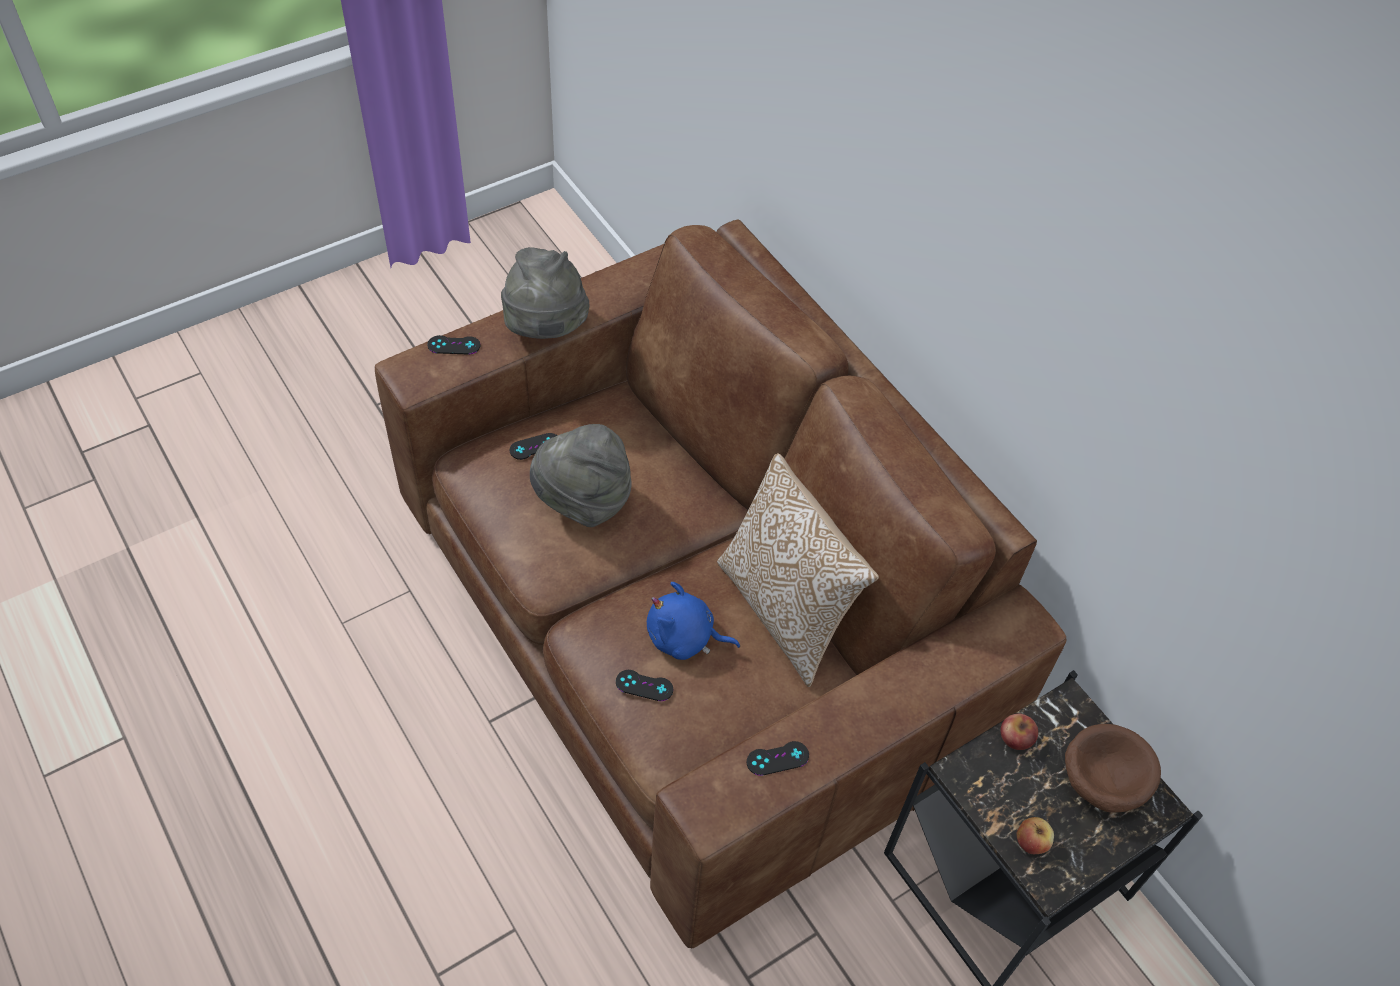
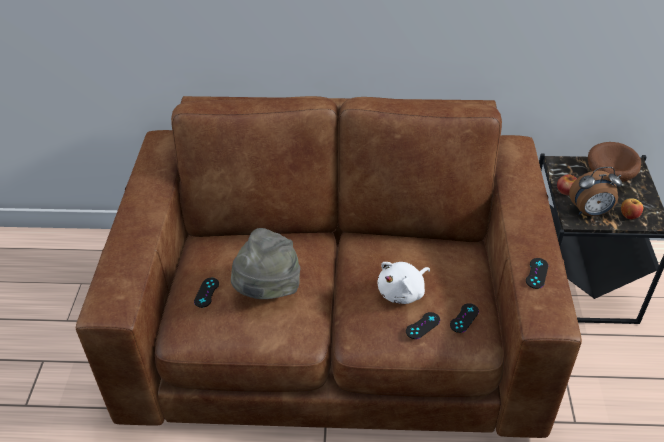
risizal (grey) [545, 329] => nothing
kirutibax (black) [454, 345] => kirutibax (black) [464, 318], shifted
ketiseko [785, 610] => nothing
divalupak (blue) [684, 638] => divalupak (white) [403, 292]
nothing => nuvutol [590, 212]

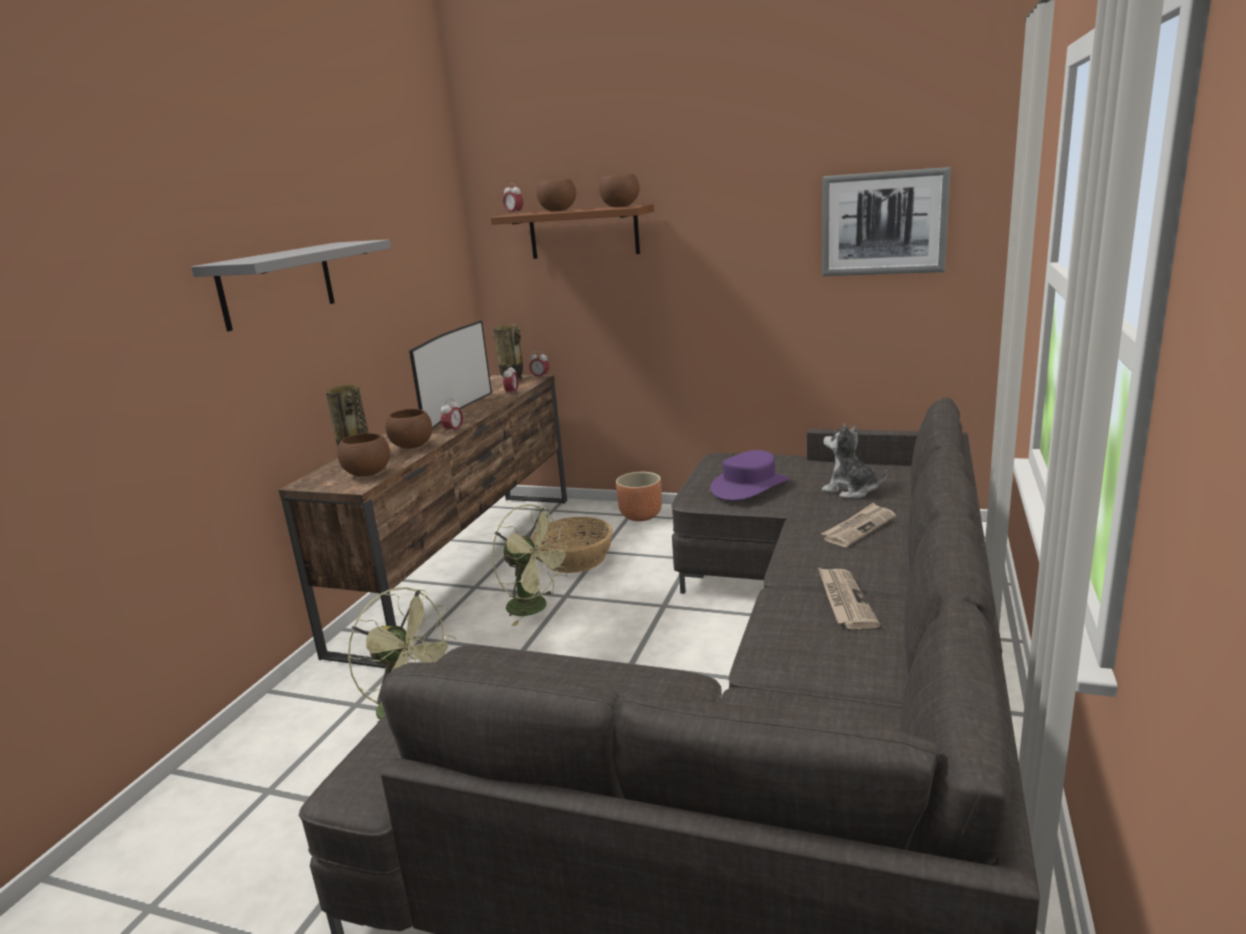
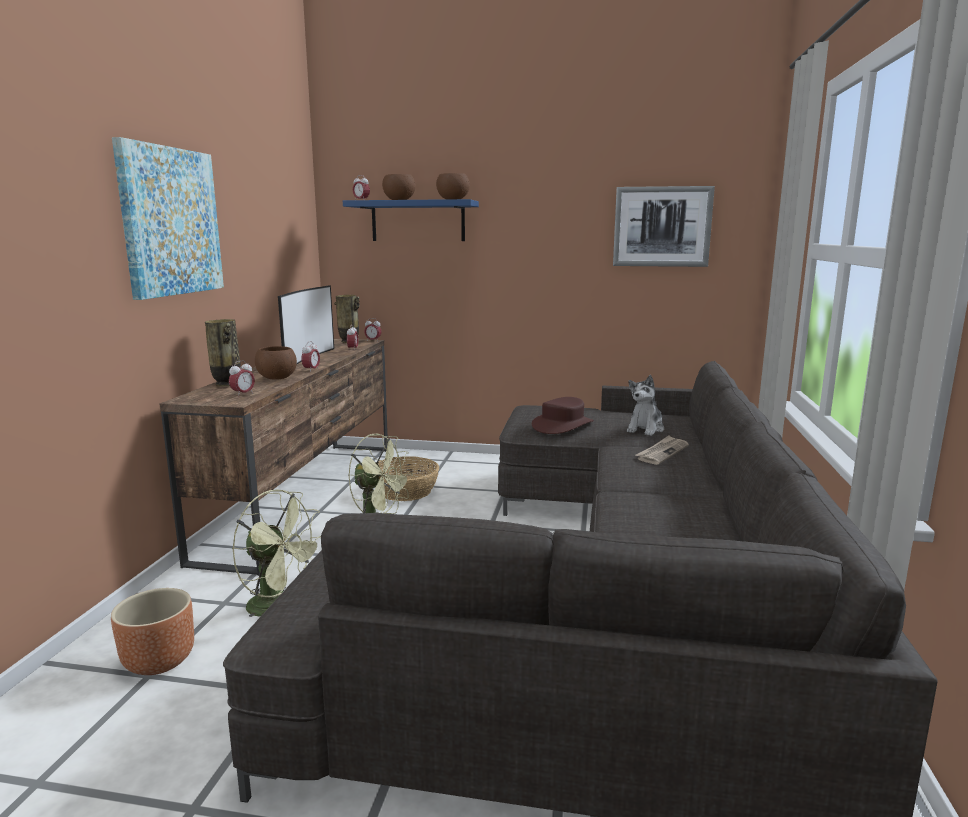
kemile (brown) [583, 232] => kemile (blue) [418, 221]
kemile (grey) [277, 285] => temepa [170, 222]
divalupak [851, 490] => divalupak [645, 429], 90 degrees counterclockwise
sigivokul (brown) [368, 473] => nuvutol [243, 394]
risizal (purple) [749, 486] => risizal (brown) [562, 425]
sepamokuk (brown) [640, 516] => sepamokuk (brown) [159, 661], shifted
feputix [844, 600] => nothing

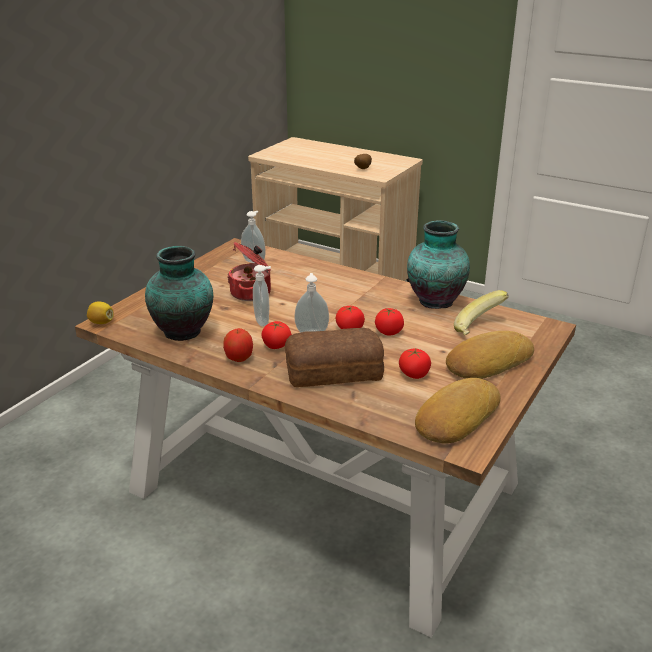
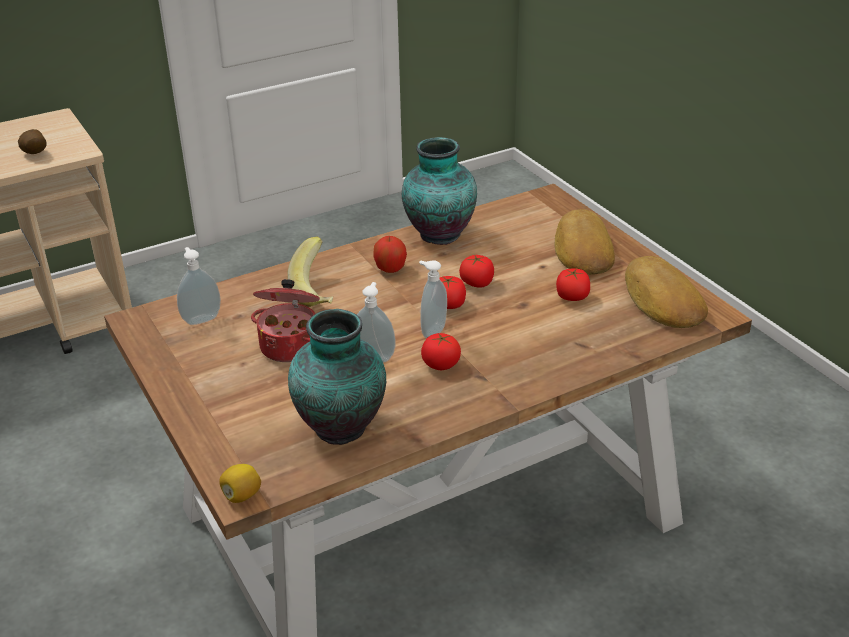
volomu [479, 329] => volomu [318, 291], shifted
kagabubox [239, 358] => kagabubox [390, 269], shifted
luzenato [332, 370] => nothing

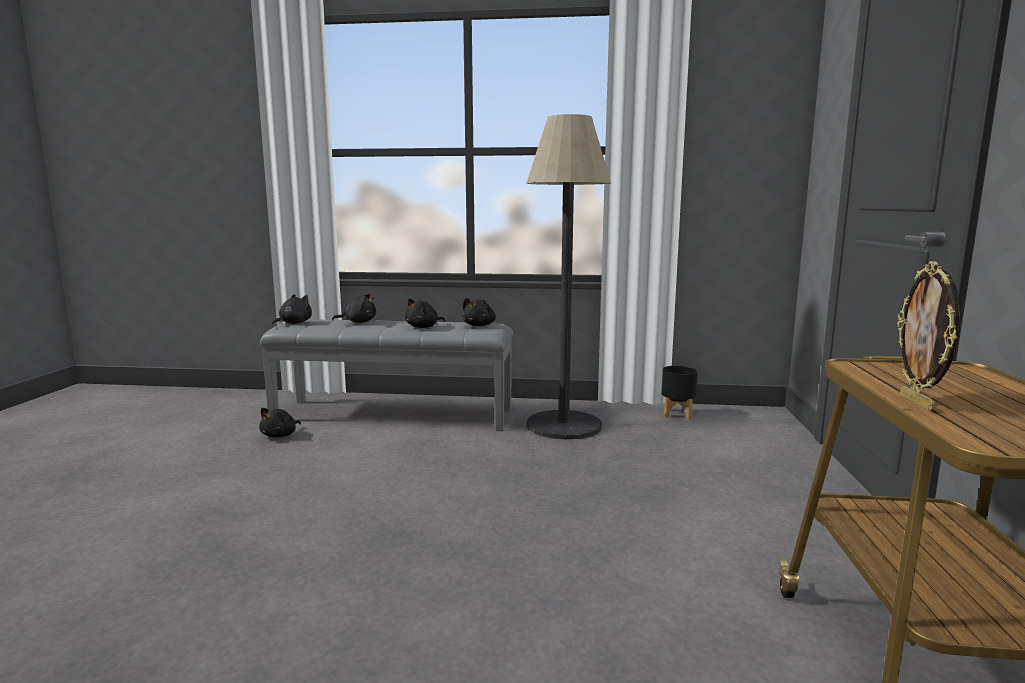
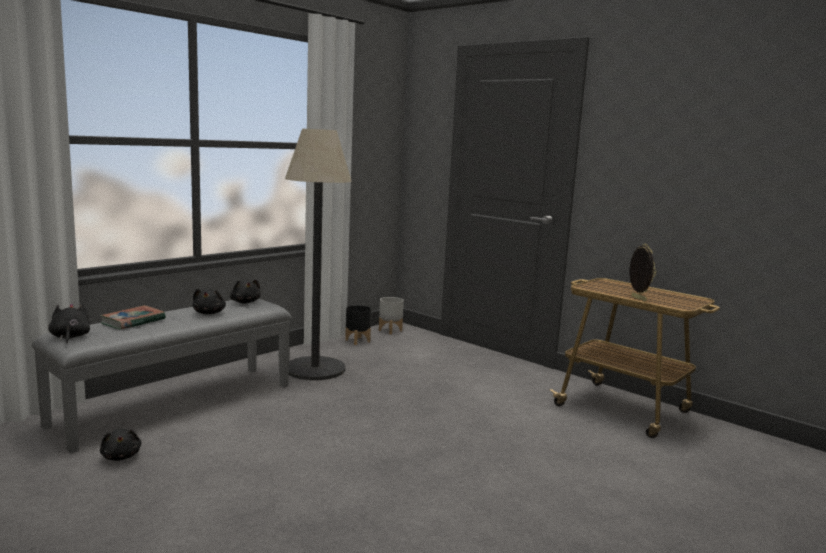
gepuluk [917, 403] => gepuluk [637, 298], 150 degrees counterclockwise
divalupak (black) [358, 322] => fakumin [133, 321]
nothing => sepamokuk (grey) [390, 330]

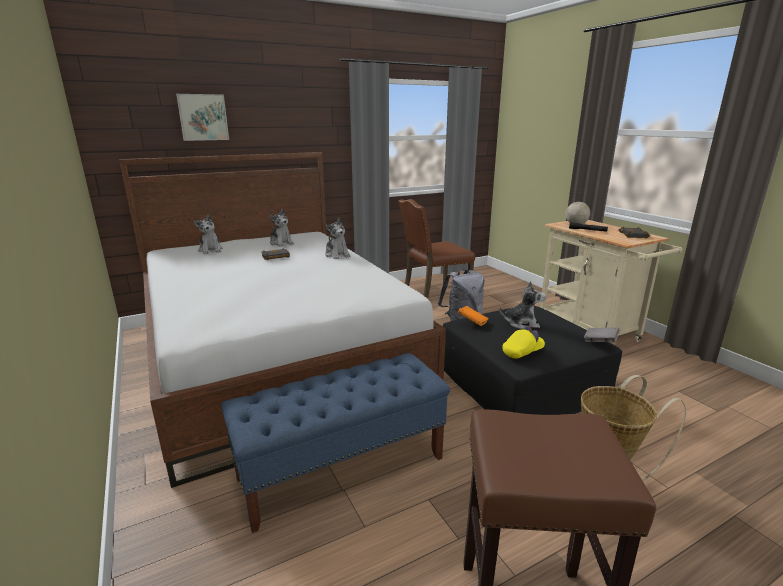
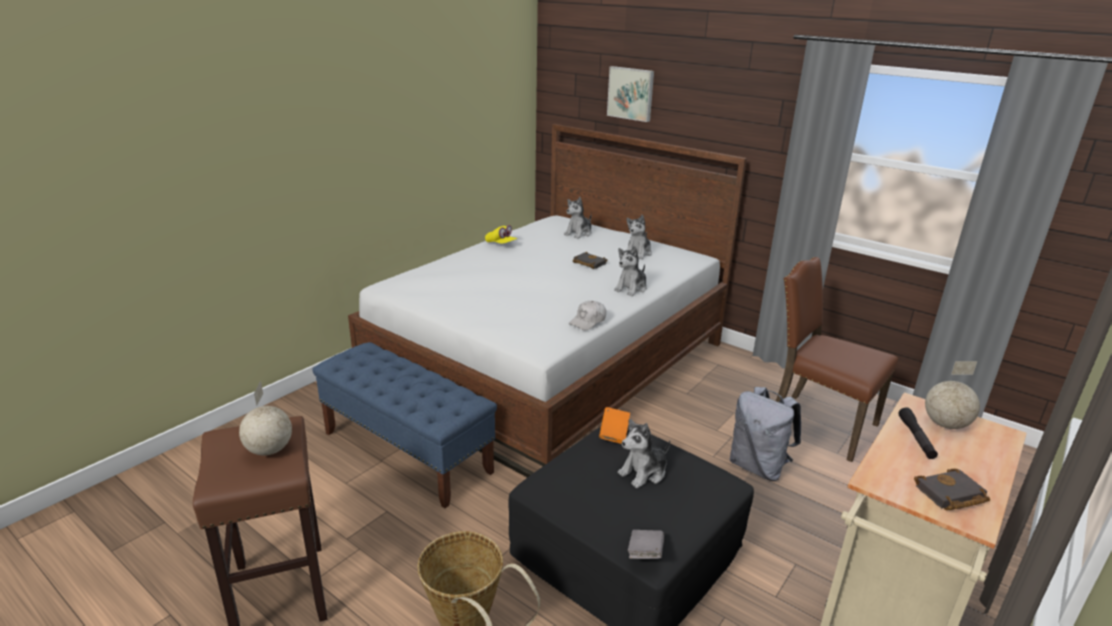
divalupak [521, 323] => divalupak [643, 472], 75 degrees clockwise
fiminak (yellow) [522, 352] => fiminak (yellow) [501, 244], shifted
nothing => fiminak (white) [588, 321]
nothing => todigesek [269, 450]

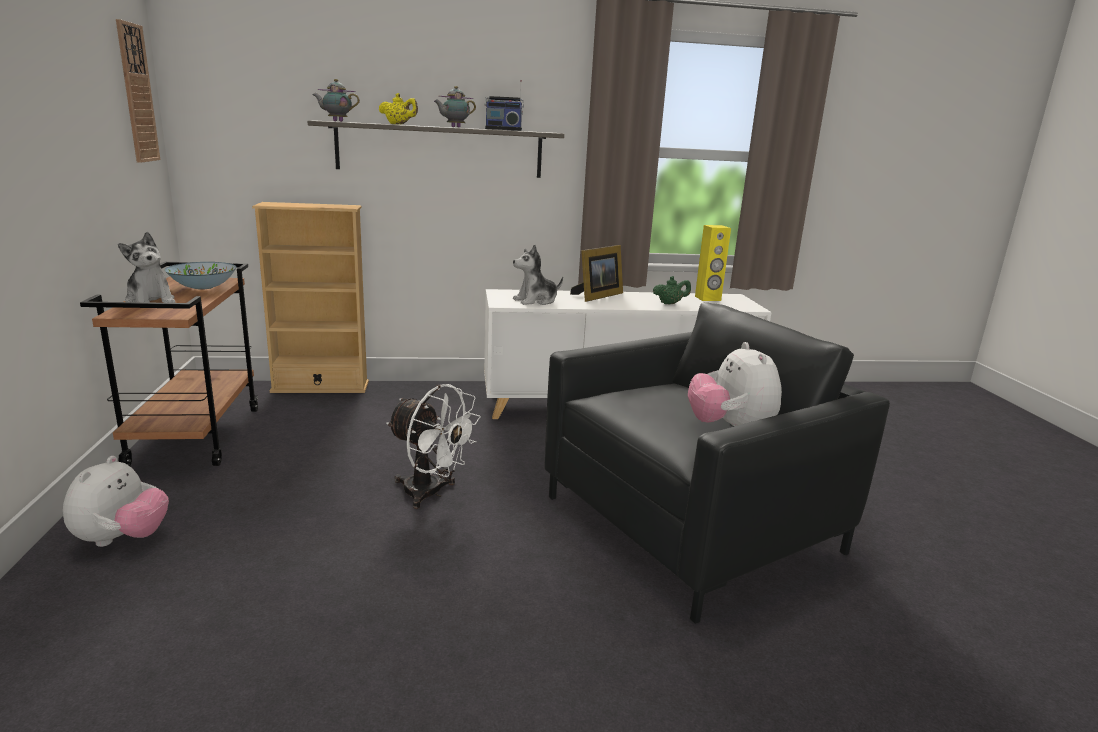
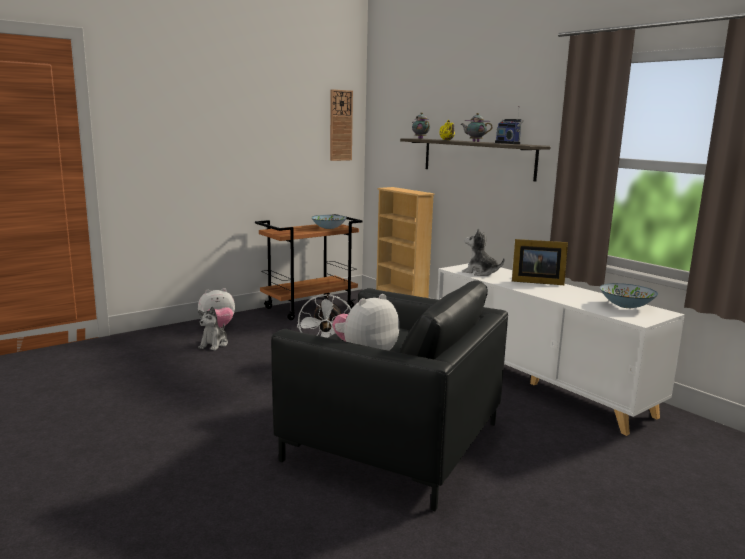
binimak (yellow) [708, 298] => sigivokul [626, 306]
divalupak [151, 301] => divalupak [214, 344], shifted
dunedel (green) [670, 303] => nothing

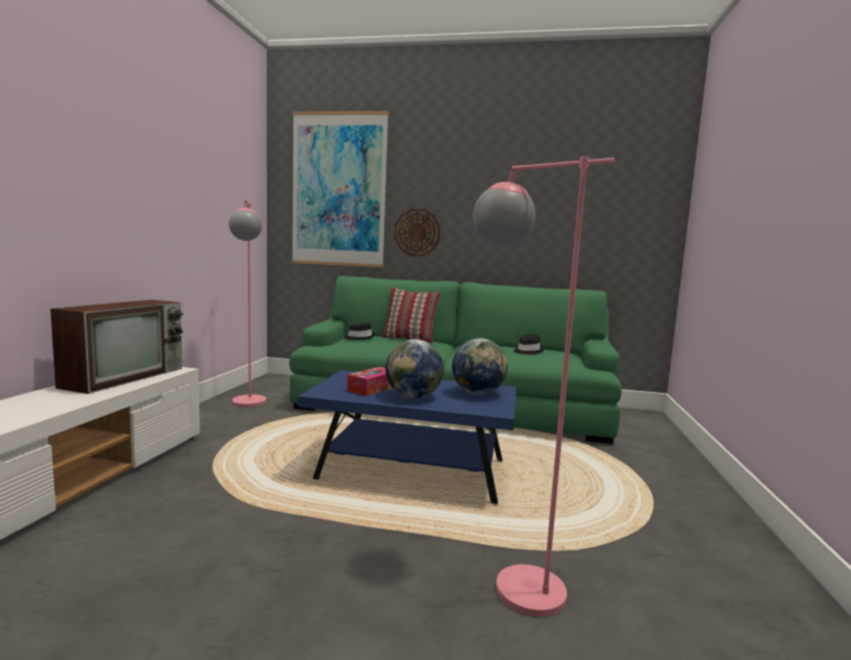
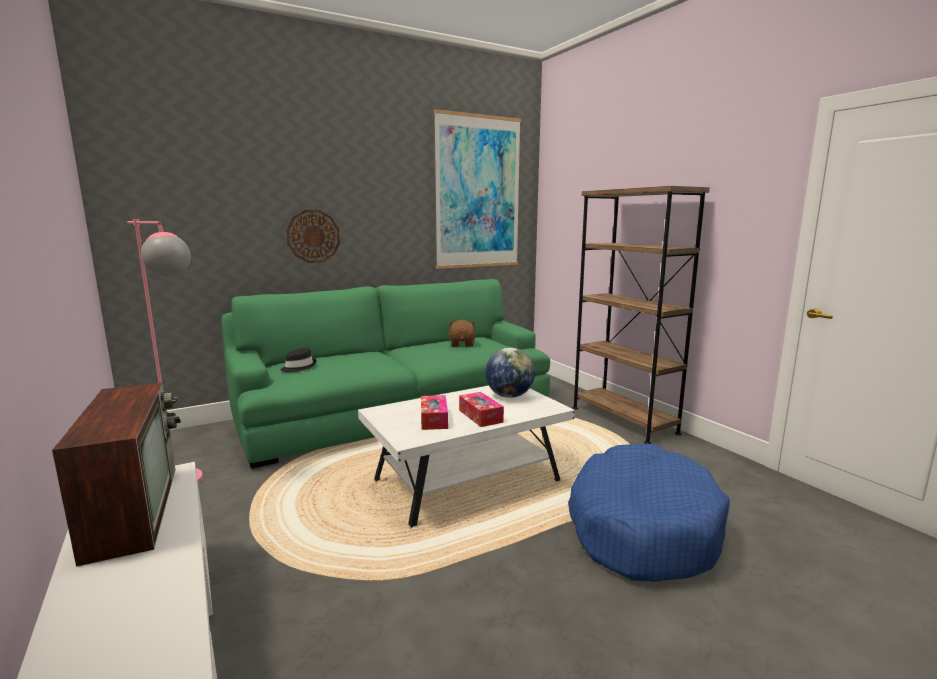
temepa [339, 190] => temepa [478, 193], shifted
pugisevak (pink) [508, 581] => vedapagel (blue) [641, 527]
ketiseko [409, 339] => nothing
risizal (black) [527, 351] => divalupak (brown) [462, 344]
todigesek [413, 397] => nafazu [480, 416]
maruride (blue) [412, 471] => maruride (white) [466, 482]
nothing => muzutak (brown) [623, 420]

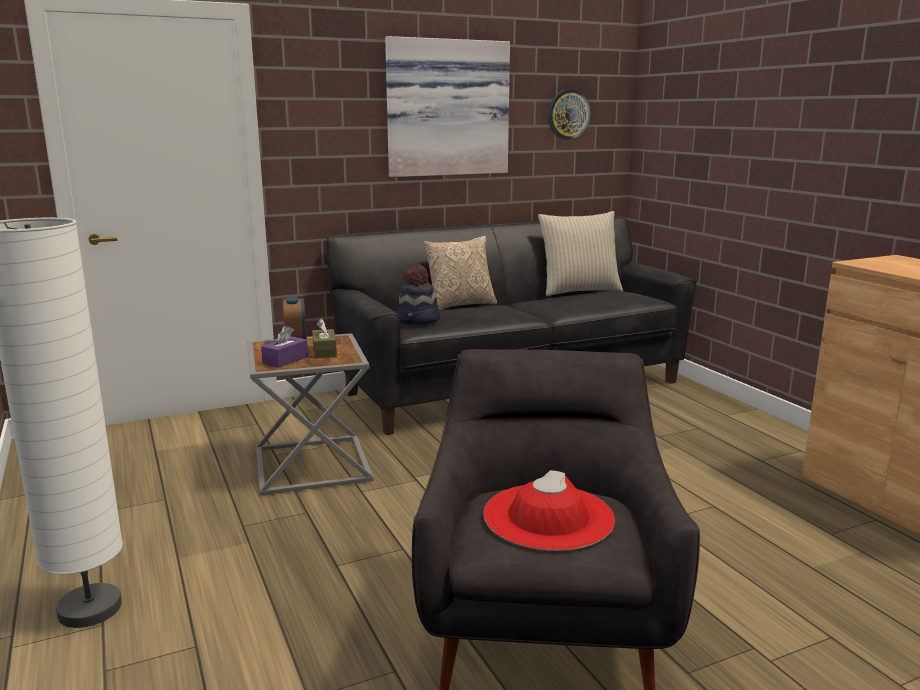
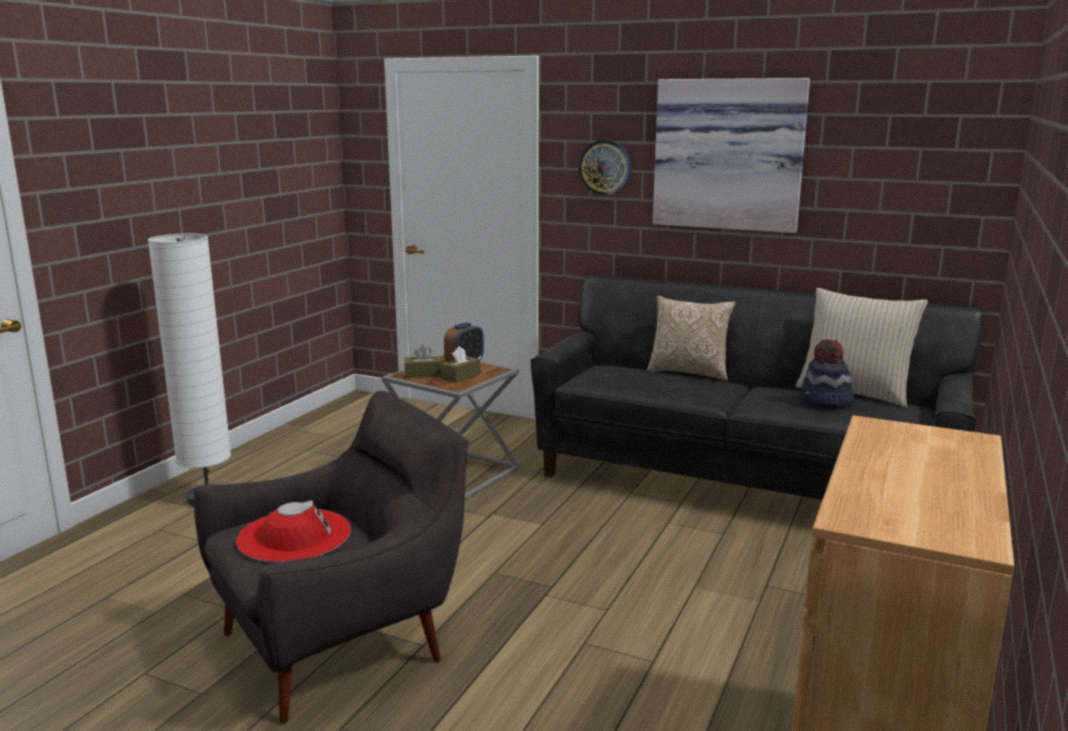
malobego [568, 114] => malobego [605, 167], shifted
risizal [418, 320] => risizal [825, 402], shifted
nafazu (purple) [285, 360] => nafazu (brown) [423, 374]

